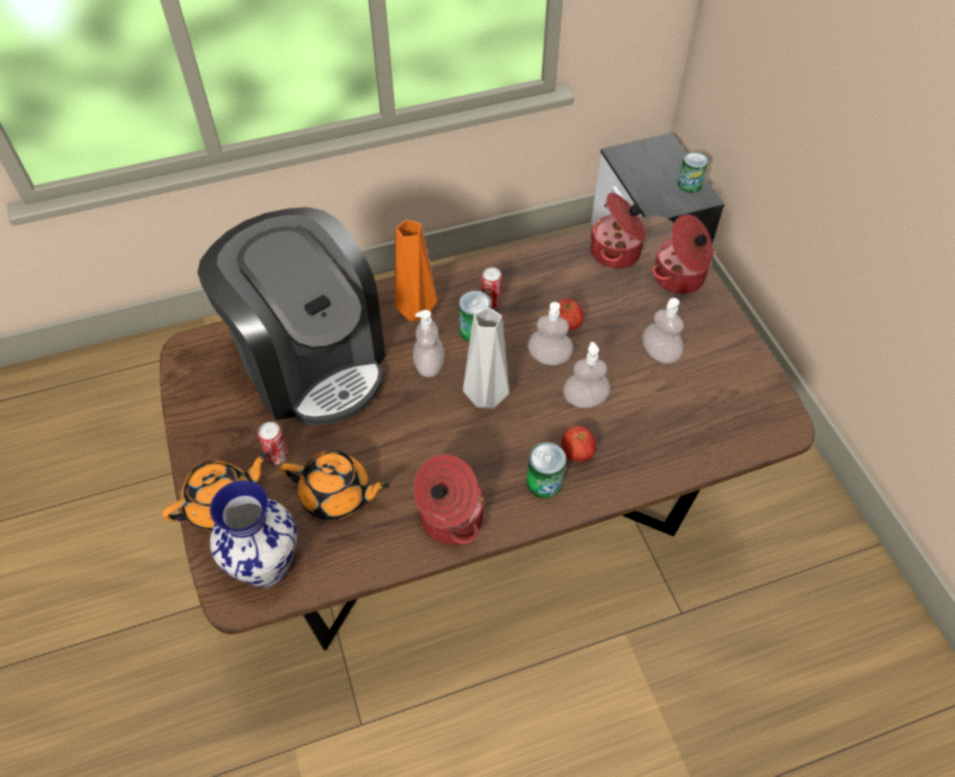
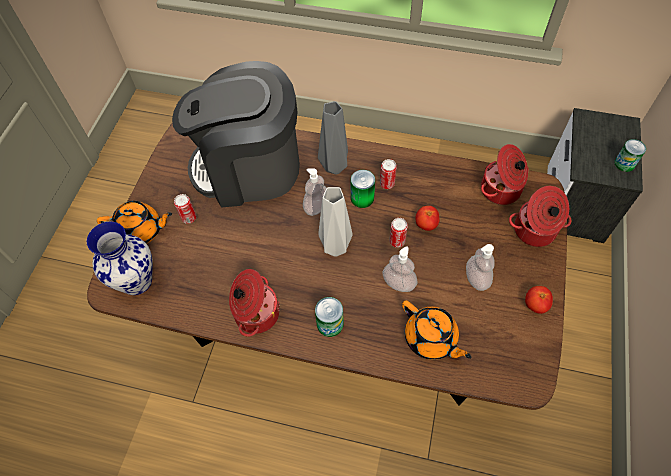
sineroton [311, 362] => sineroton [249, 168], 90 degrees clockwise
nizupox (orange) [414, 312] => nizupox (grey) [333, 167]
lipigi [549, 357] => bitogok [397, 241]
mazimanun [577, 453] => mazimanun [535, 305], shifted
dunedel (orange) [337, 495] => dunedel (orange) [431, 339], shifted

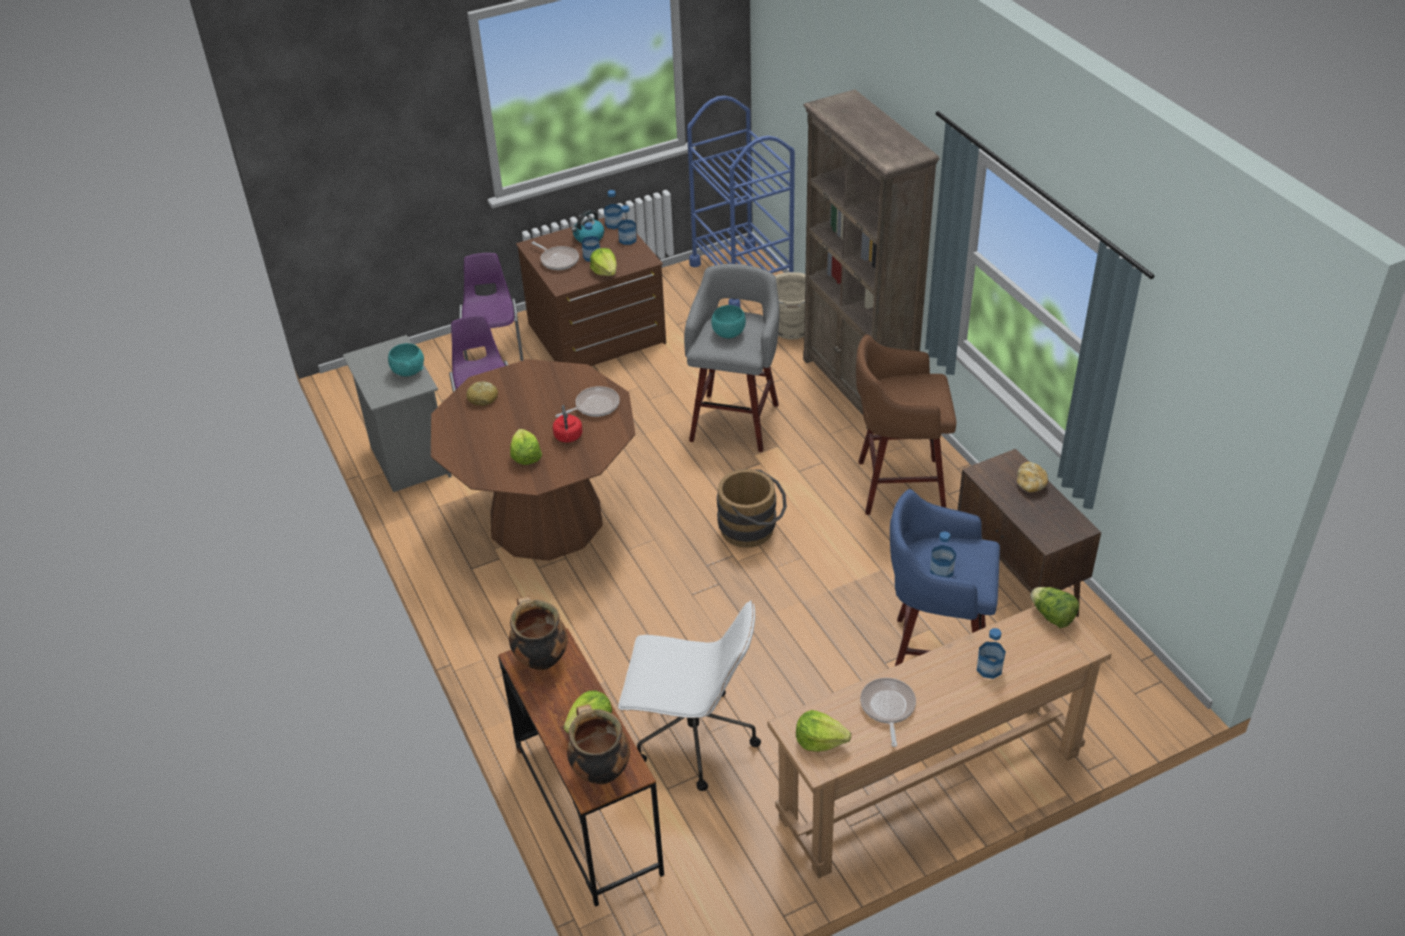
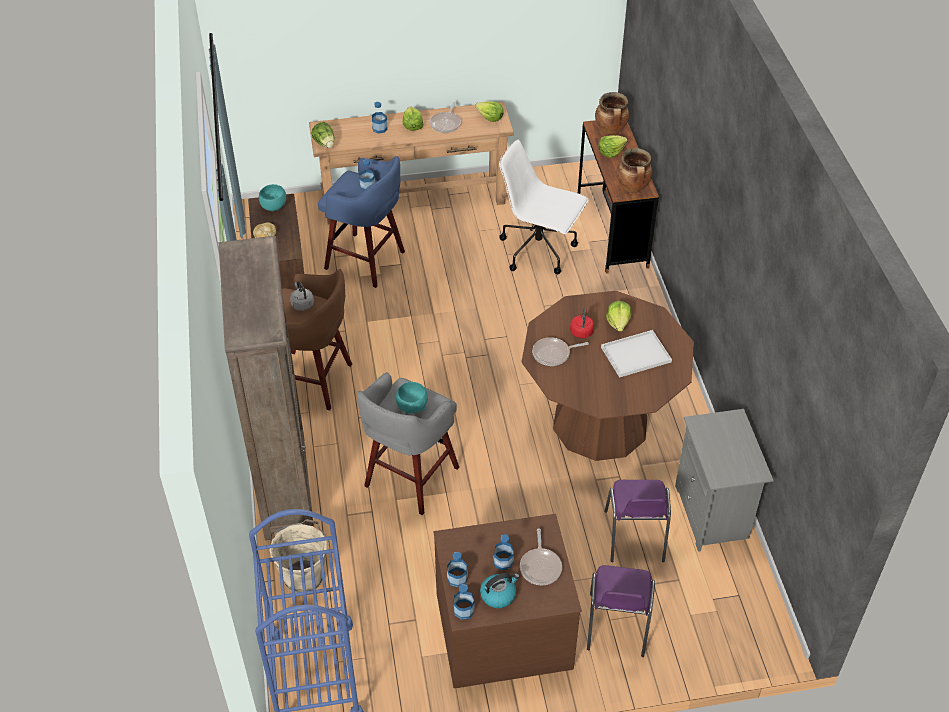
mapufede [558, 260] => mapufede [540, 566], 150 degrees counterclockwise
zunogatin [605, 271] => zunogatin [412, 125], shifted
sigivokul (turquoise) [408, 371] => sigivokul (turquoise) [273, 207], shifted
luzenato [483, 398] => nothing
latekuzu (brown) [752, 529] => nothing
nothing => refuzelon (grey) [302, 304]
nothing => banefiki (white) [635, 355]

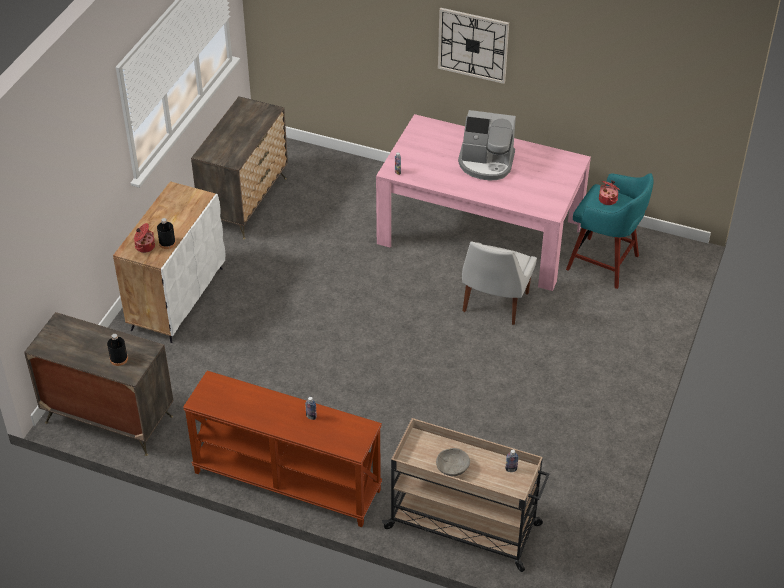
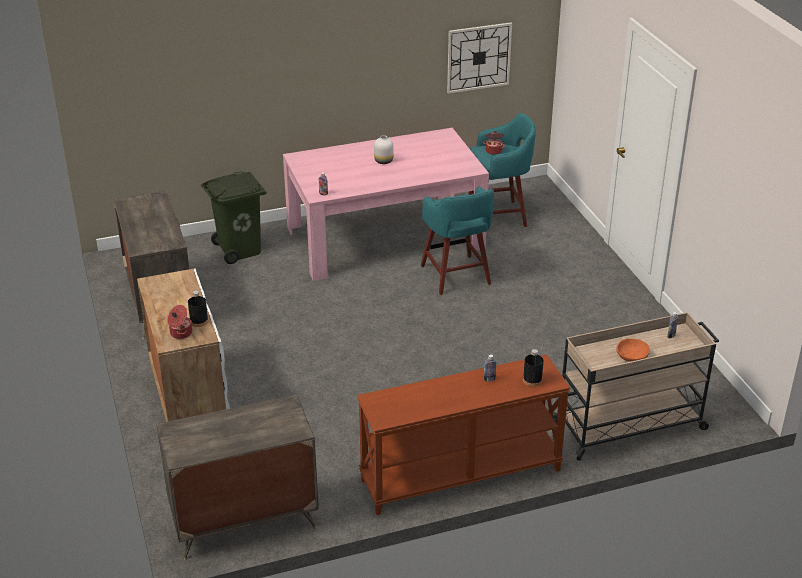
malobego [473, 45] => malobego [478, 57], shifted
sineroton [486, 163] => nizupox (white) [384, 161]
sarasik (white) [494, 304] => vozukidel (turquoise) [456, 276]
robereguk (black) [119, 359] => robereguk (black) [532, 380], shifted
sigivokul (grey) [452, 467] => sigivokul (orange) [632, 357]
nothing => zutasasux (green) [240, 250]

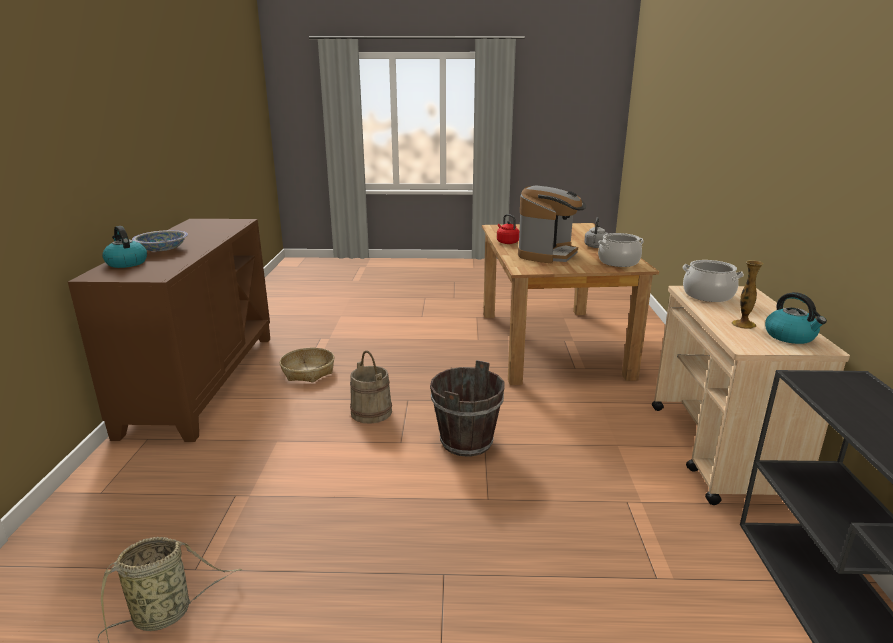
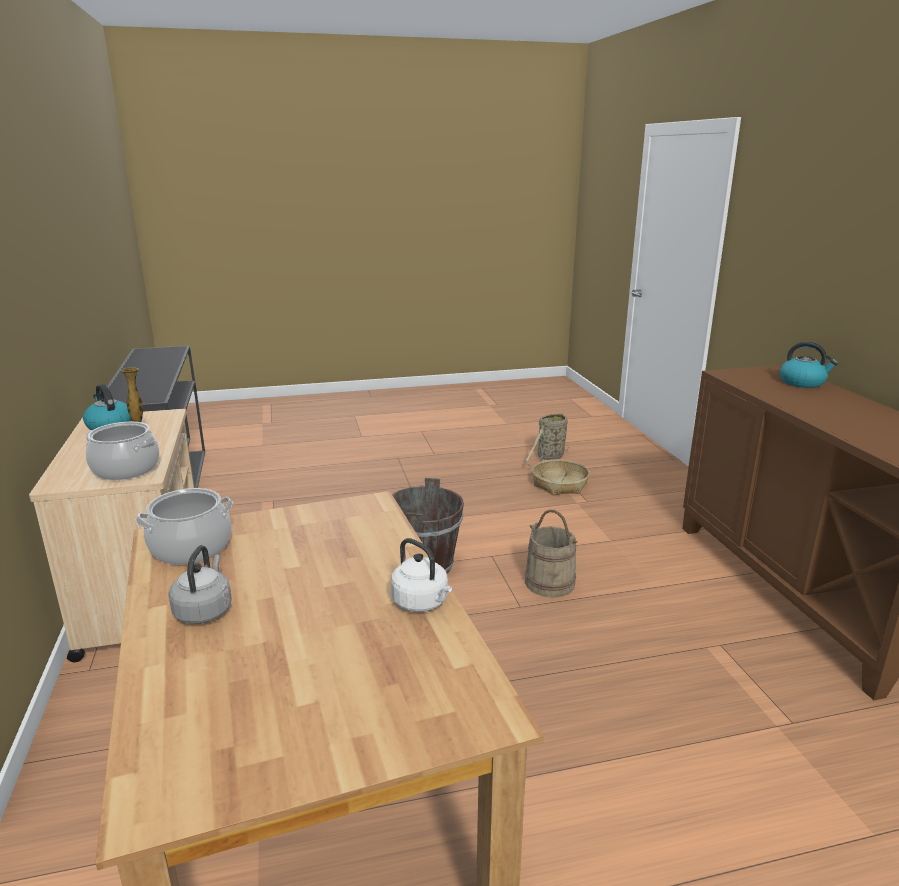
sineroton [548, 254] => nothing
refuzelon (red) [506, 242] => refuzelon (white) [422, 603]
sigivokul [162, 249] => nothing
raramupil [308, 372] => raramupil [559, 484], shifted

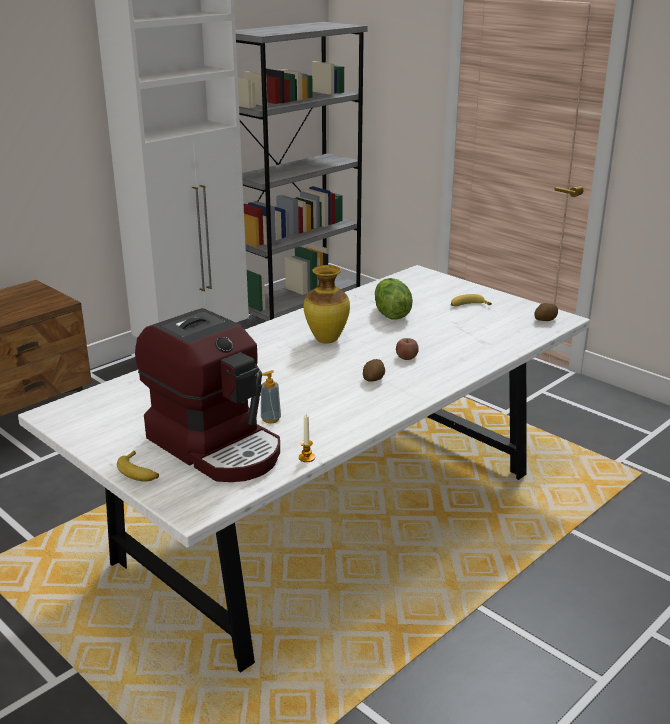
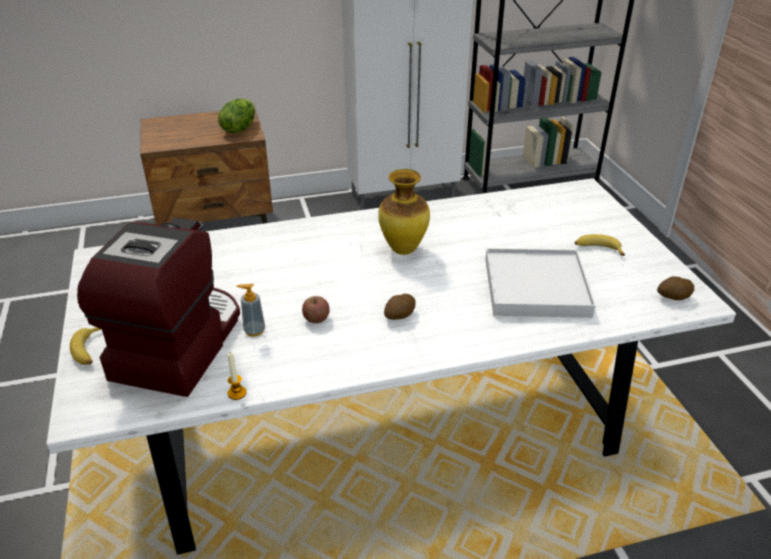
zunogatin [390, 314] => zunogatin [239, 128], shifted
sineroton [217, 446] => sineroton [178, 345], 150 degrees counterclockwise
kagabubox [406, 357] => kagabubox [316, 318], shifted
nothing => banefiki (white) [535, 287]

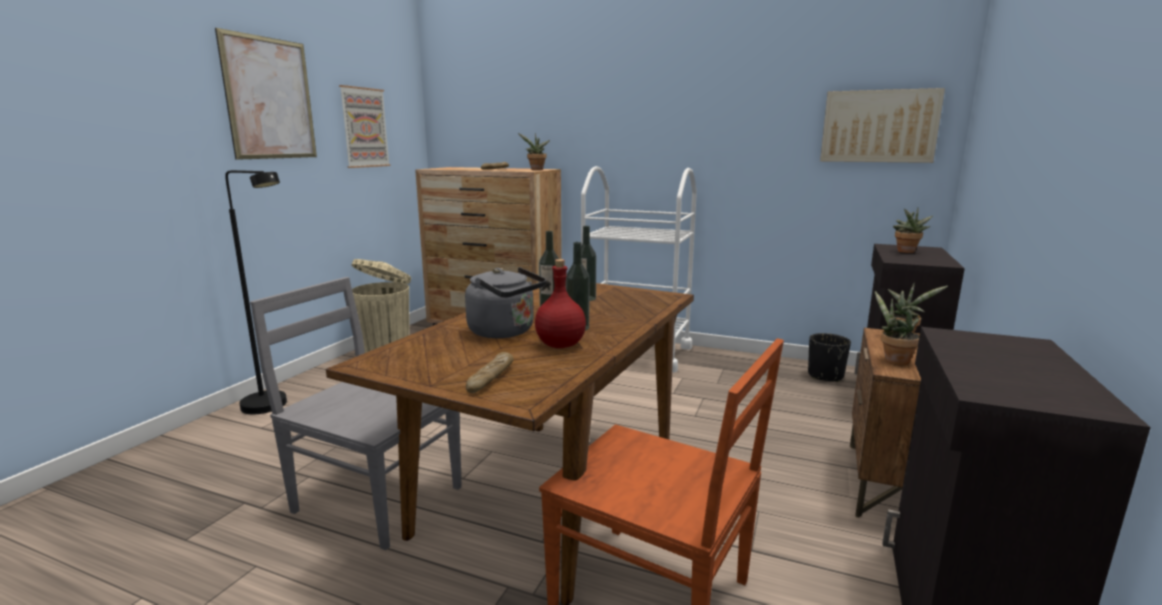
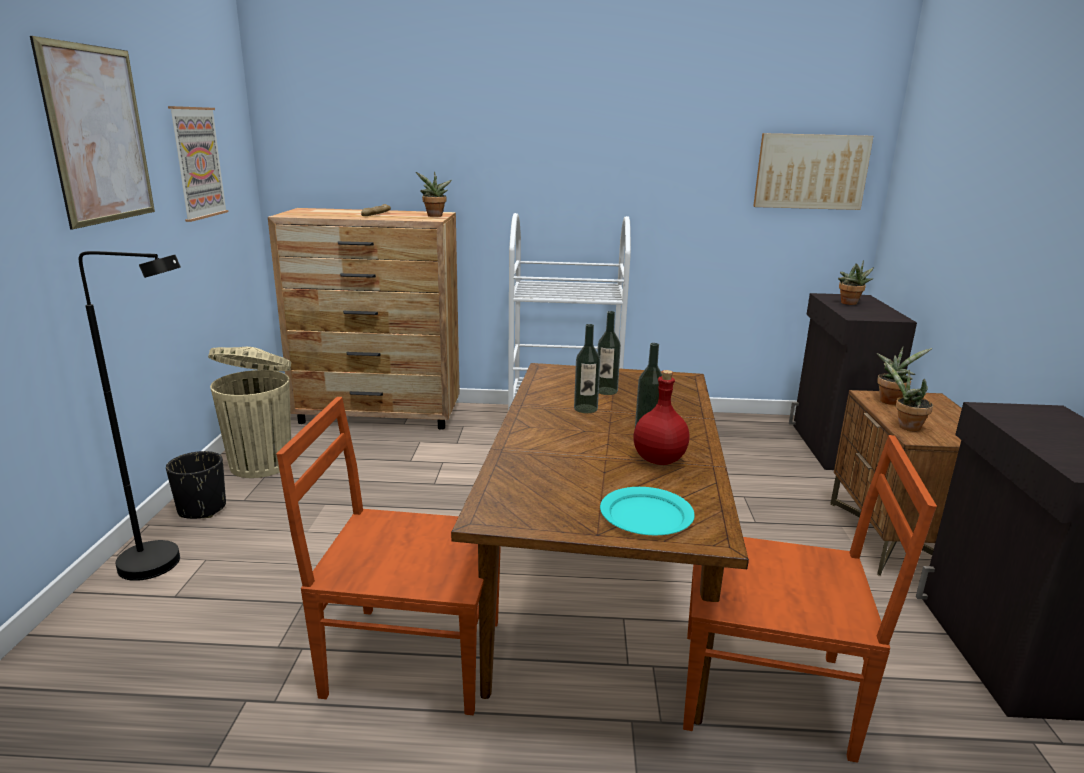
refuzelon (grey) [505, 332] => nothing
sarasik (grey) [375, 497] => sarasik (brown) [409, 657]
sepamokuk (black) [825, 376] => sepamokuk (black) [202, 509], shifted
luzenato [491, 378] => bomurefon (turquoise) [646, 515]

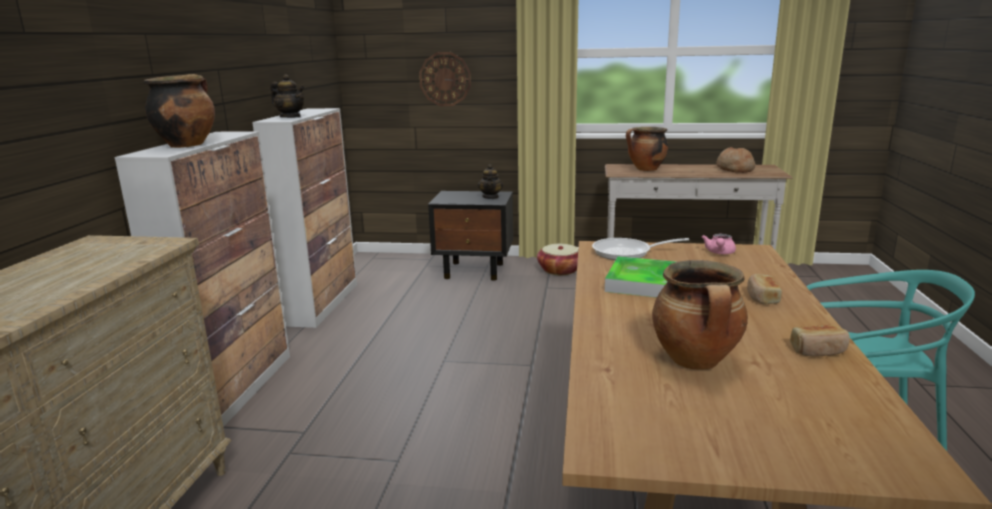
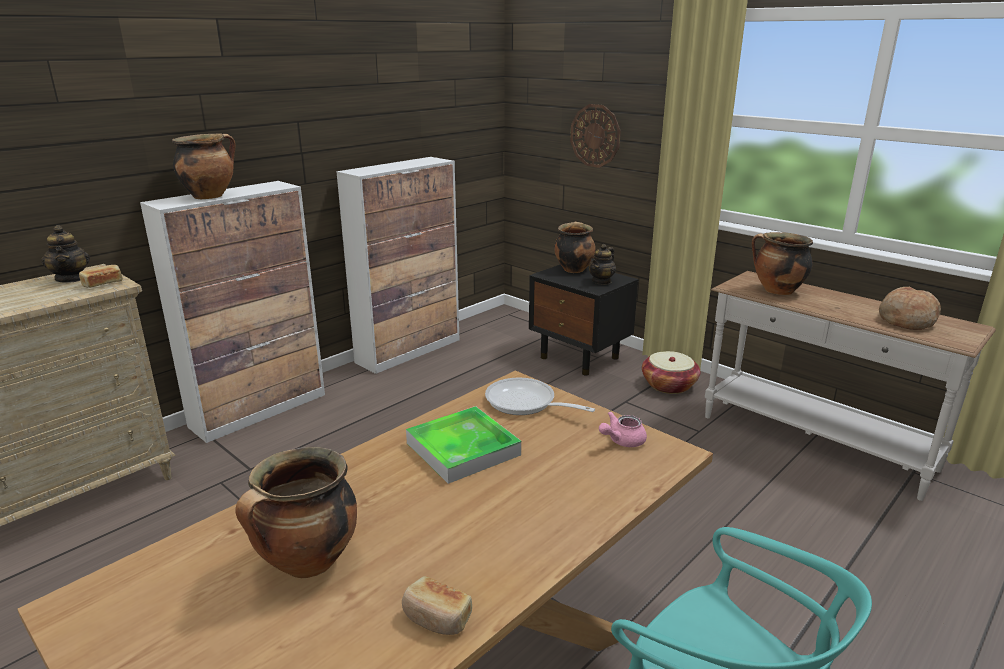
dunedel [290, 117] => dunedel [71, 279], shifted
luzenato [762, 297] => luzenato [103, 284], shifted
nothing => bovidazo [573, 269]

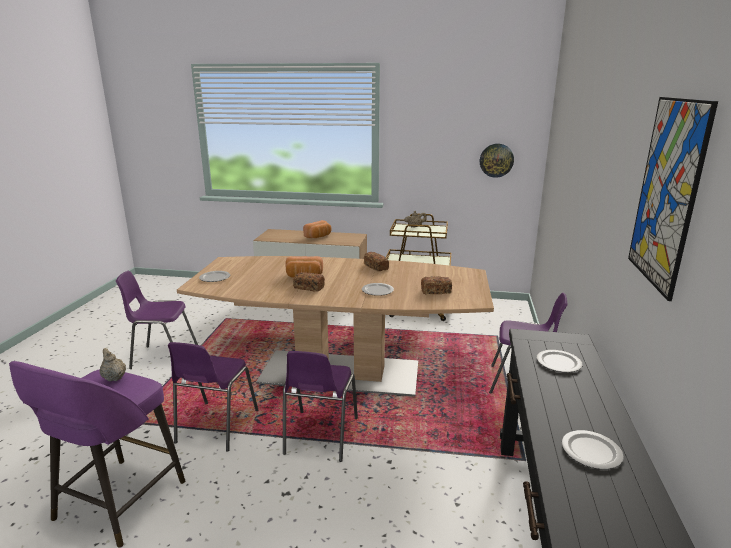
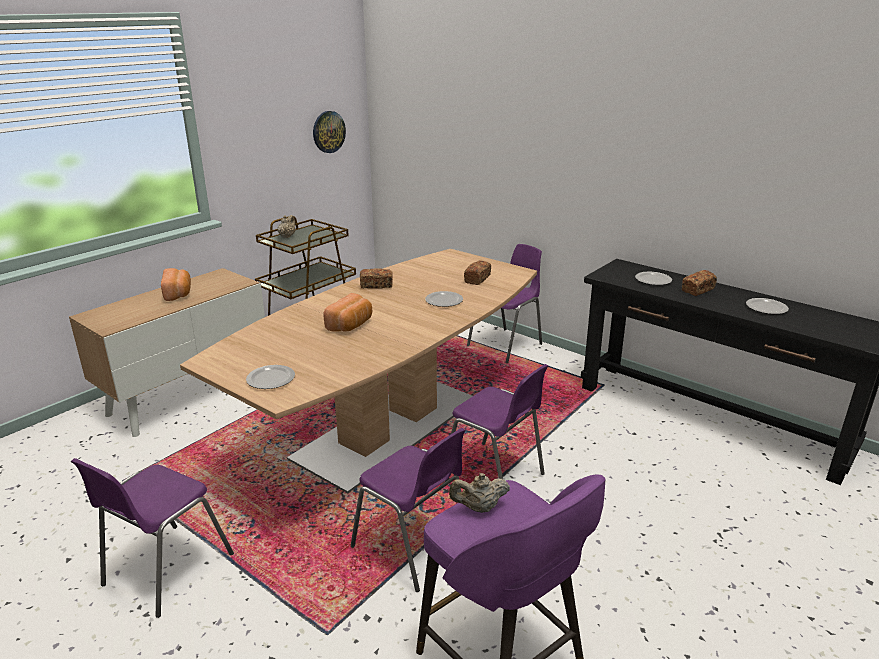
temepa [667, 193] => nothing
luzenato [309, 287] => luzenato [698, 290], shifted

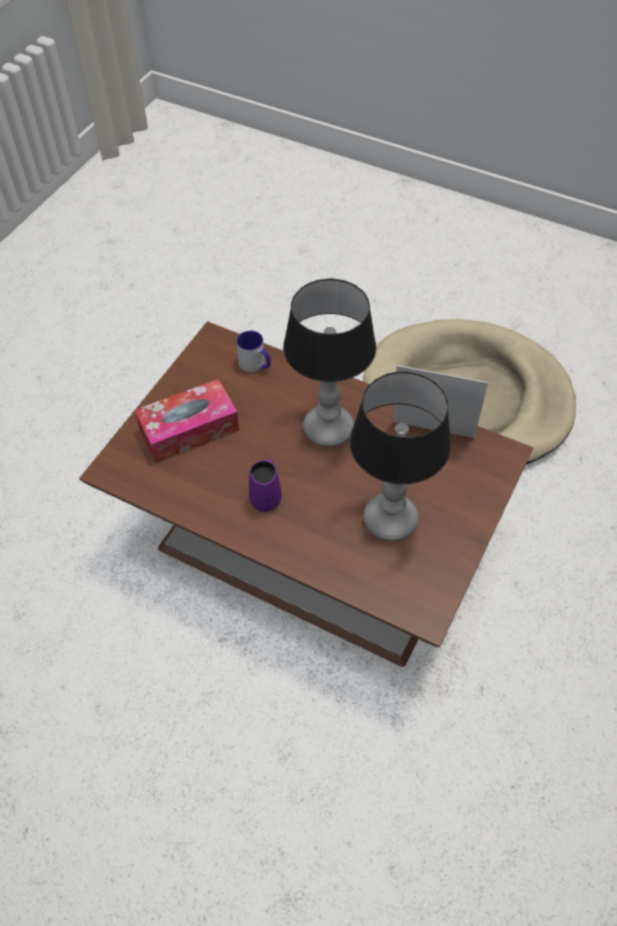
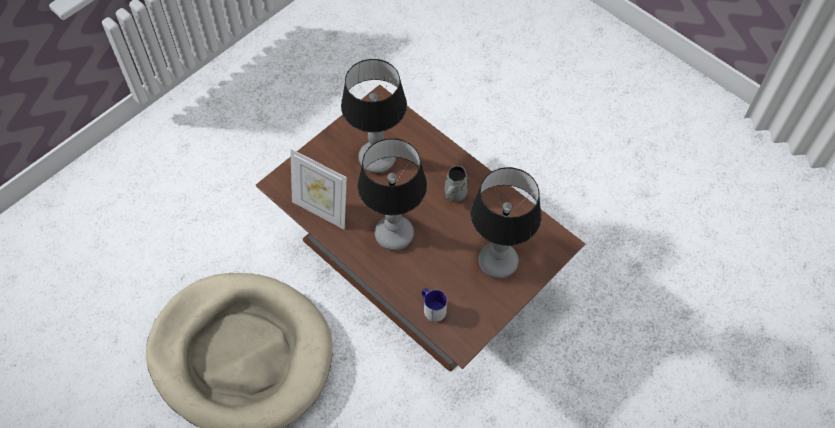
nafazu [189, 429] => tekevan [498, 261]
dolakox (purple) [266, 498] => dolakox (grey) [454, 194]

